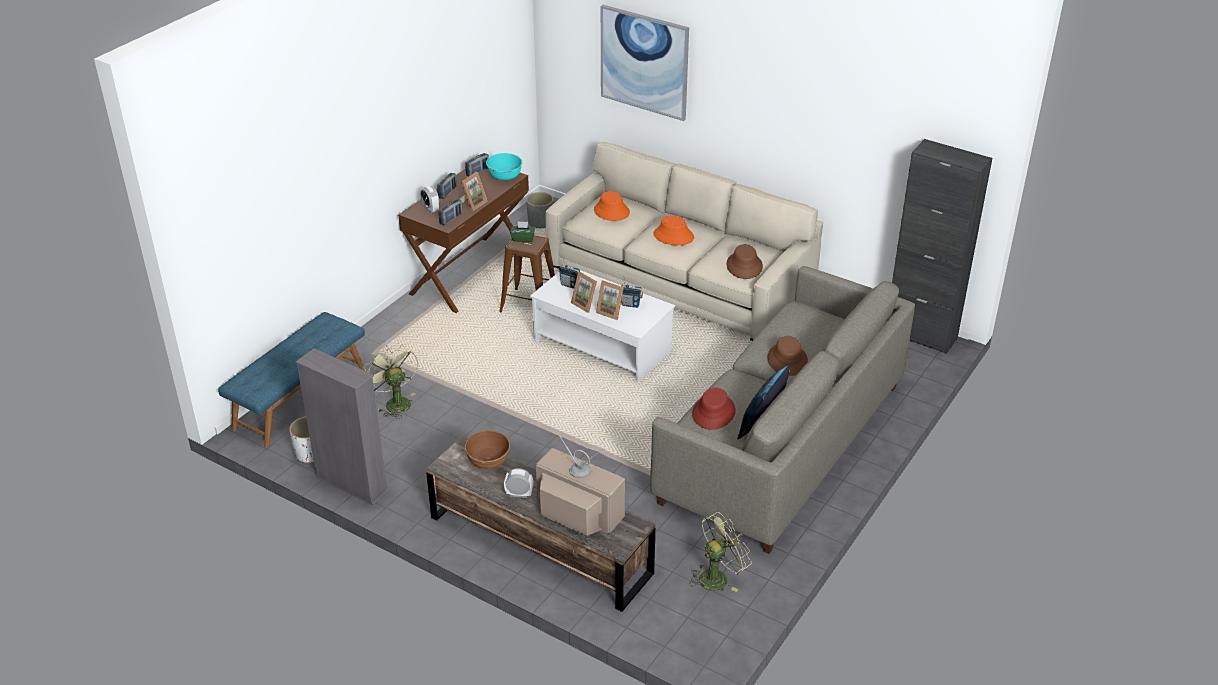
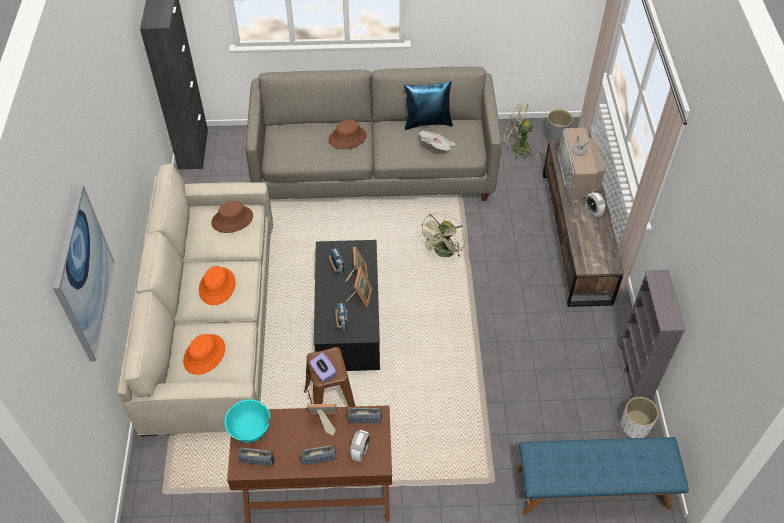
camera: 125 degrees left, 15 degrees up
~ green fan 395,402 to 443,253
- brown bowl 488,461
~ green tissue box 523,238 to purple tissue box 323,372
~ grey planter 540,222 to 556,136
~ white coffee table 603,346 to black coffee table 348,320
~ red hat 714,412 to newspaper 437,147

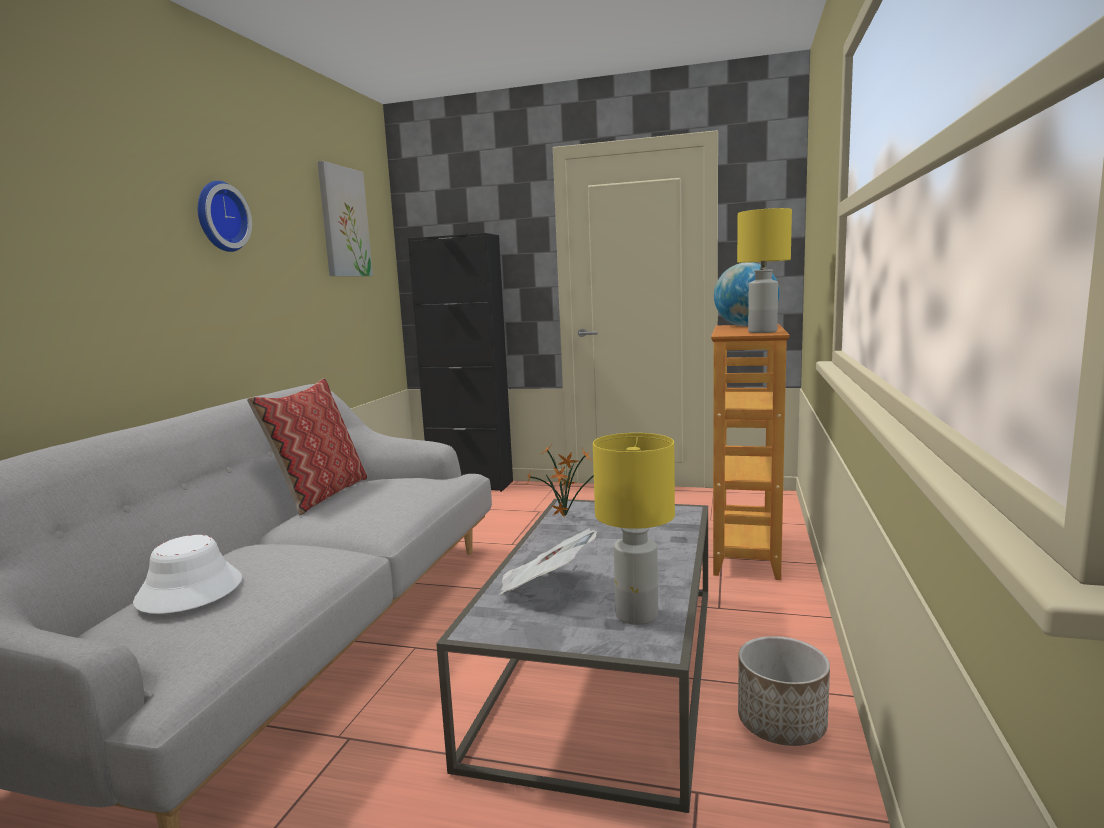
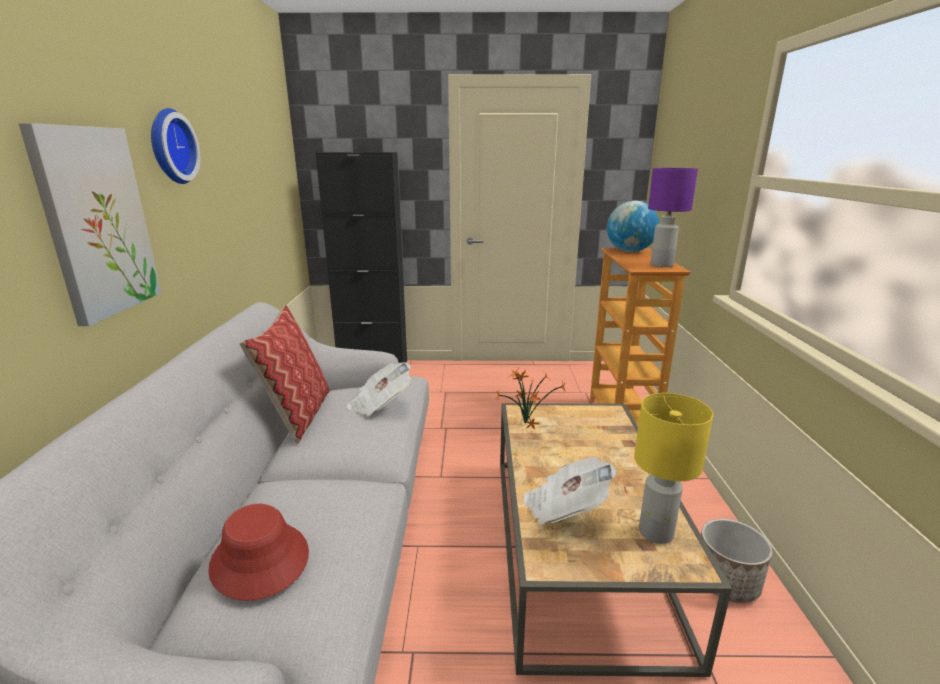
camera: 15 degrees left, 10 degrees up
~ white hat 189,591 to red hat 259,560
~ picture 344,222 to 96,222
~ grey coffee table 603,667 to brown coffee table 577,546
~ yellow table lamp 761,332 to purple table lamp 661,265
+ newspaper 380,404

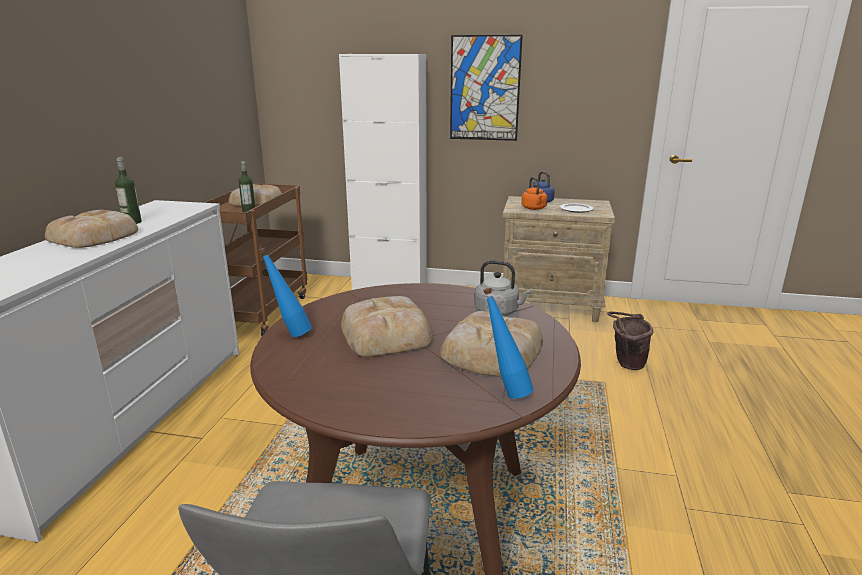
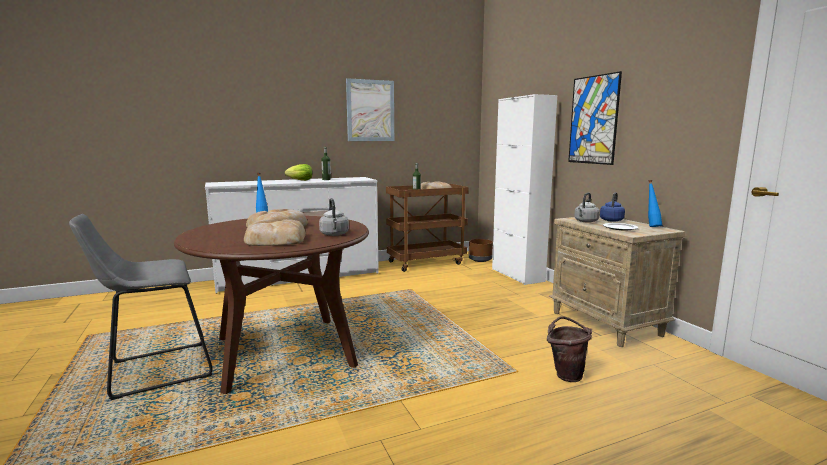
camera: 55 degrees right, 10 degrees down
~ bread 96,237 to lettuce 300,180
~ blue bottle 505,392 to 651,226
~ orange kettle 534,208 to grey kettle 585,221
+ picture 370,110
+ brown planter 480,260

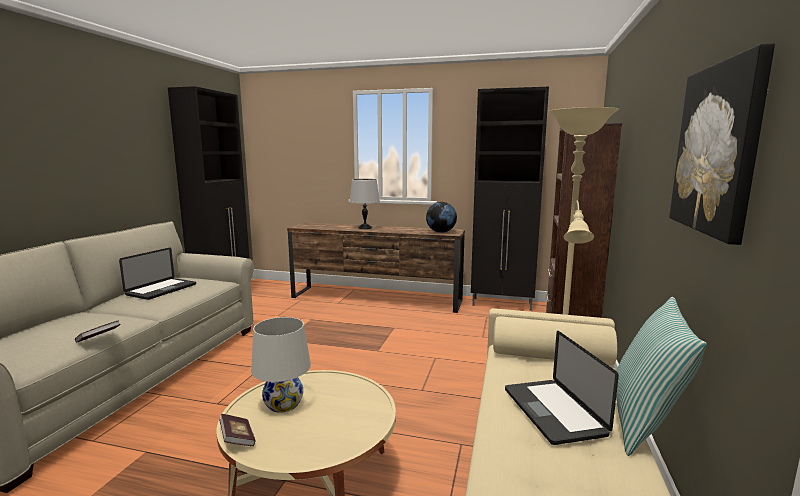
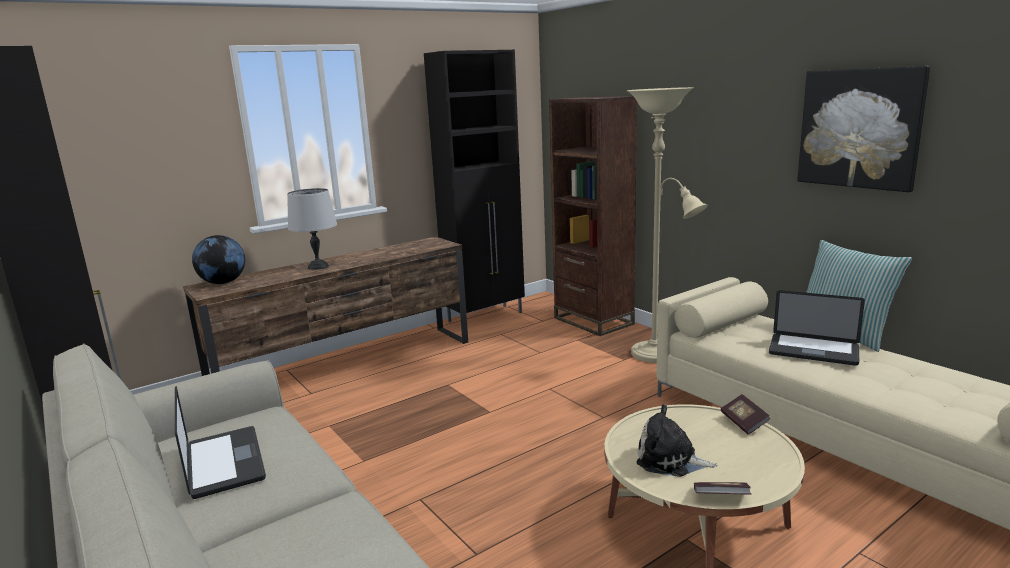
camera: 50 degrees left, 5 degrees up
~ book 99,338 to 744,422
~ white table lamp 283,404 to plush toy 670,460
~ globe 441,232 to 223,283

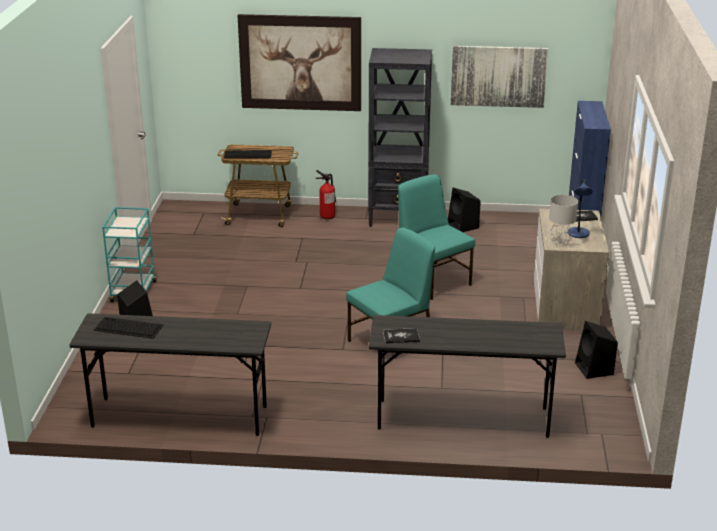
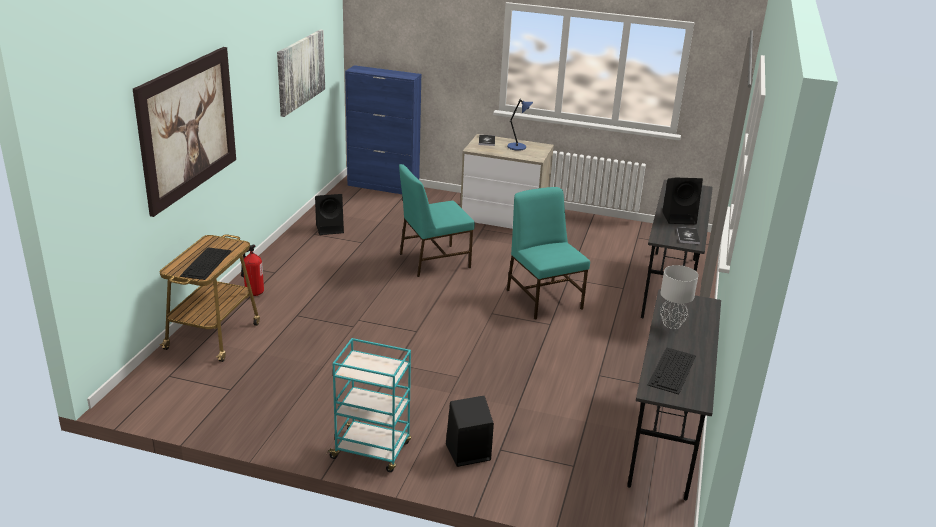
camera: 80 degrees left, 0 degrees up
- black bookcase 398,218
~ grey table lamp 559,243 to 672,324
~ black speaker 594,369 to 680,218

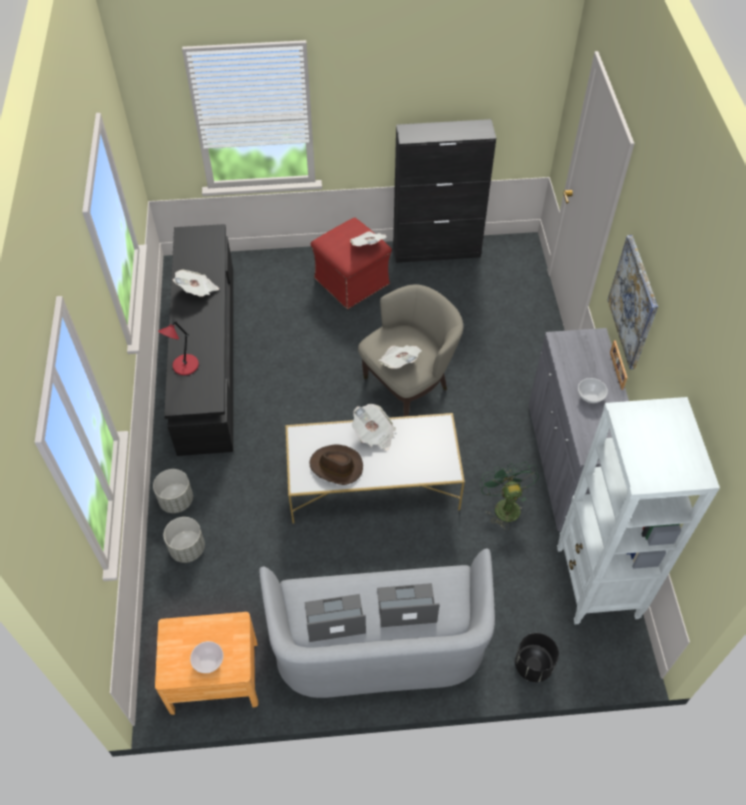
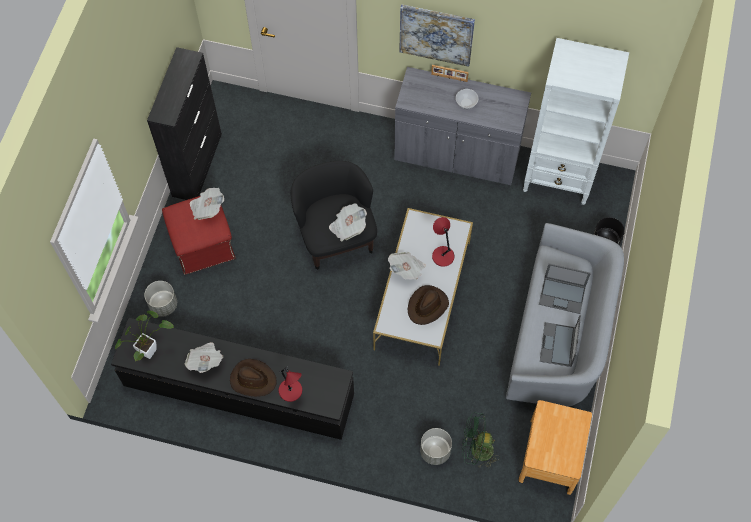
camera: 70 degrees left, 10 degrees up
~ grey planter 176,501 to 163,305
- bowl 209,661
~ beige armchair 409,383 to black armchair 336,237
~ laptop 405,606 = 562,295 90 degrees counterclockwise
~ green fan 504,505 to 476,450
+ potted plant 151,349
+ brown hat 253,379
+ red table lamp 442,255

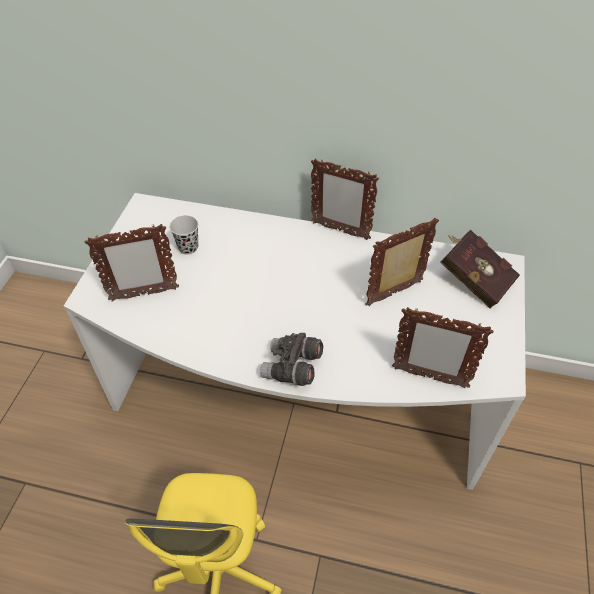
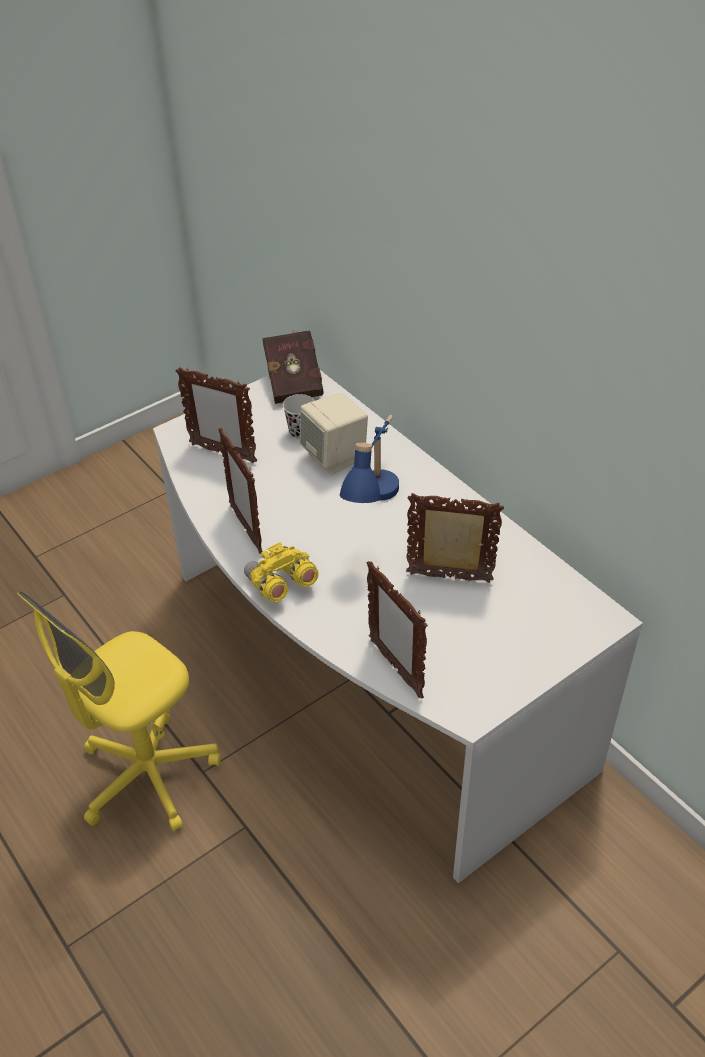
camera: 40 degrees right, 5 degrees down
~ grey binoculars 292,368 to yellow binoculars 280,585
~ picture frame 340,230 to 246,529
~ red book 473,279 to 294,380
+ beige speaker 335,457
+ blue table lamp 375,507

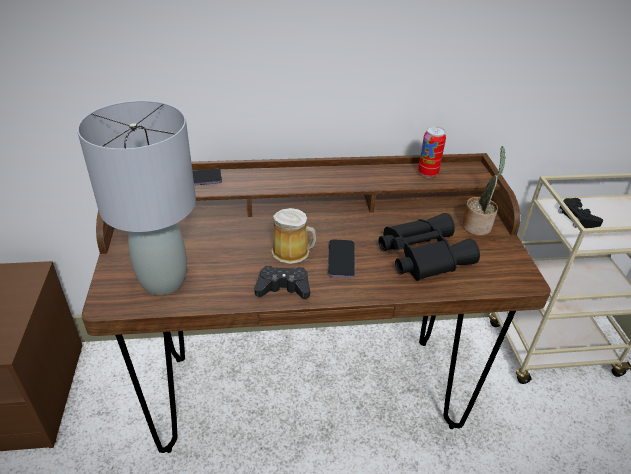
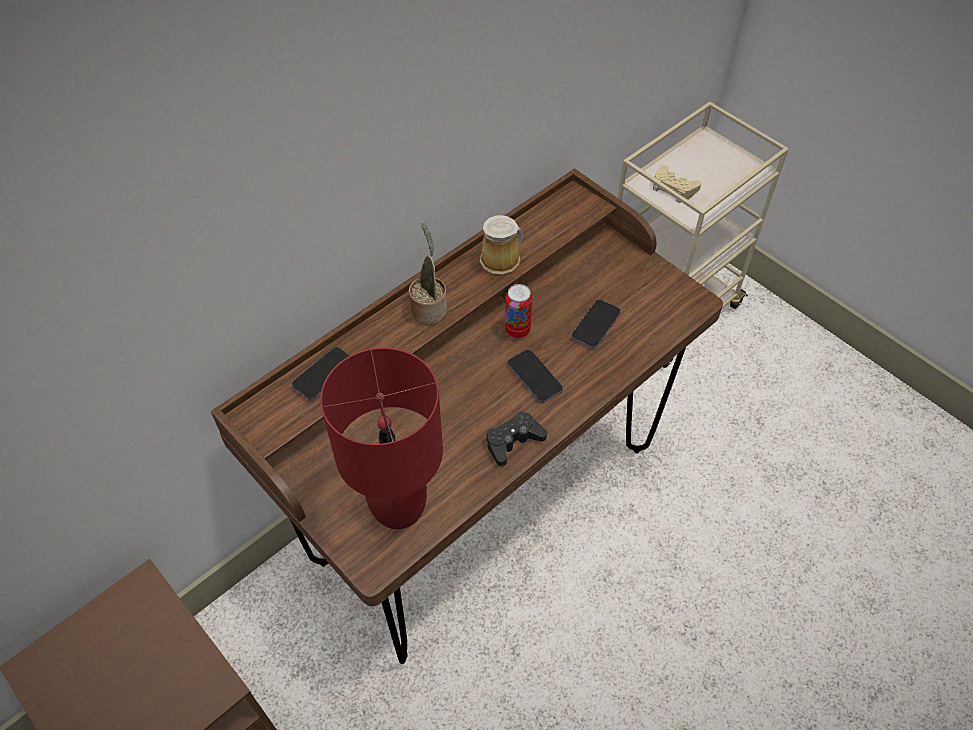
camera: 35 degrees left, 15 degrees up
~ grey table lamp 163,281 to red table lamp 399,508
~ mug 293,252 to 502,259
~ black binoculars 421,254 to phone 596,325
~ can 427,173 to 517,330
~ potted plant 477,225 to 429,308
~ black game controller 577,217 to beige game controller 673,188

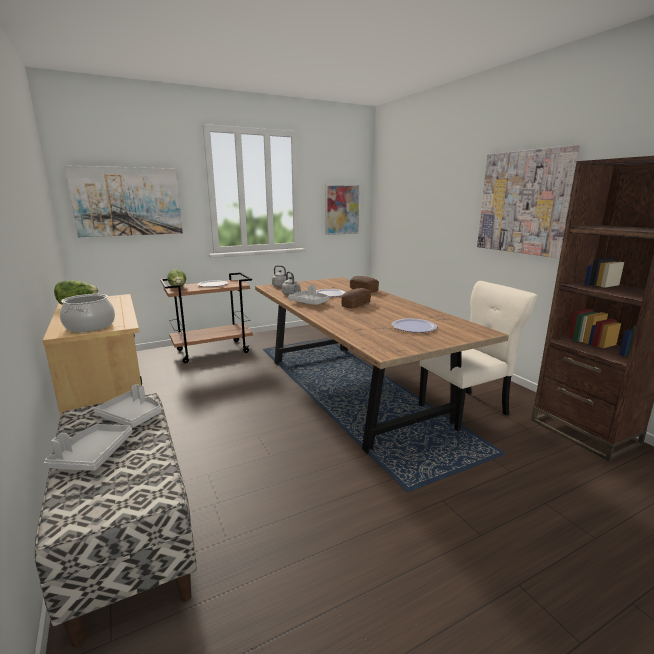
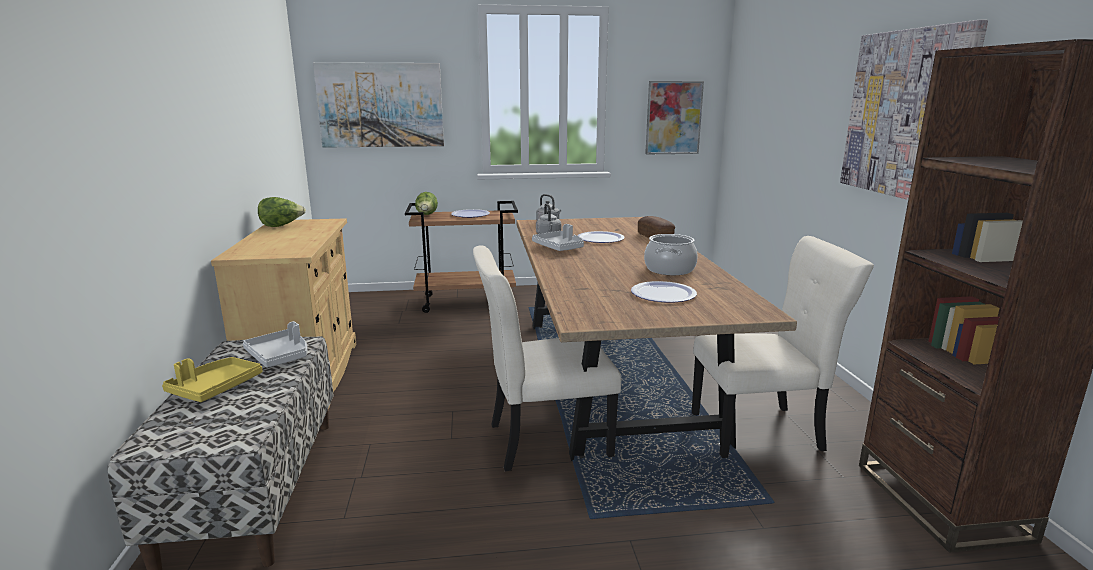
camera: 20 degrees right, 0 degrees up
~ grey tray 92,455 to yellow tray 215,388
~ cooking pot 90,326 to 670,269
- bread 356,305
+ beige chair 543,440

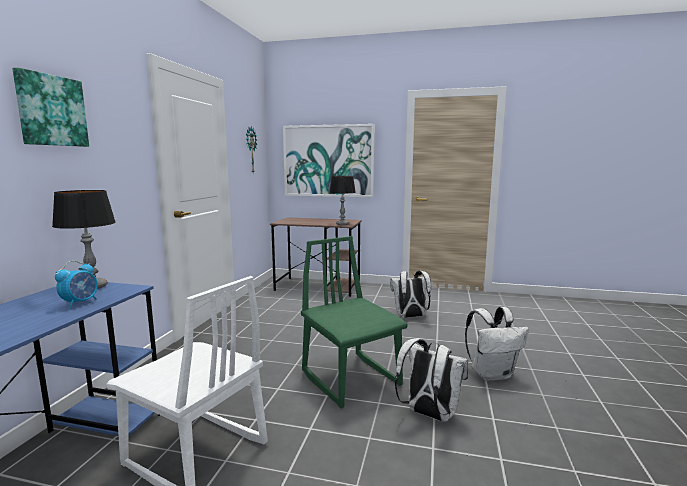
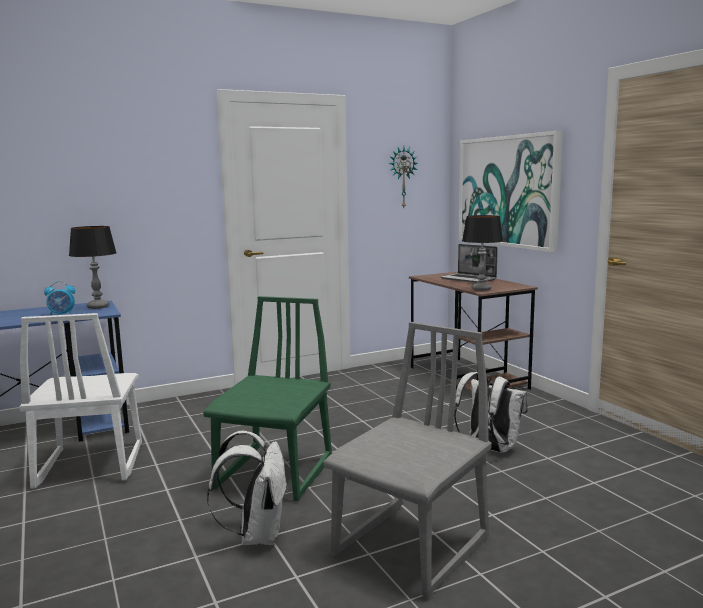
camera: 50 degrees right, 0 degrees up
- picture 51,111
~ white backpack 492,374 to grey chair 412,547
+ laptop 469,279

